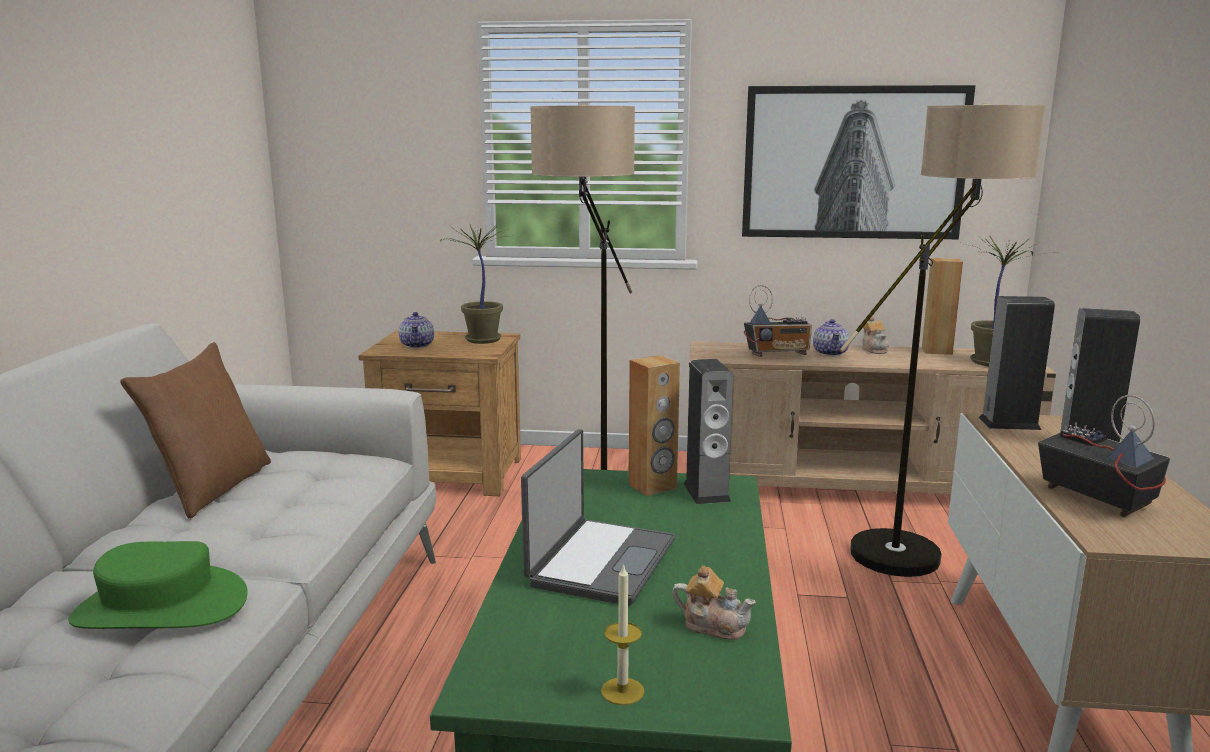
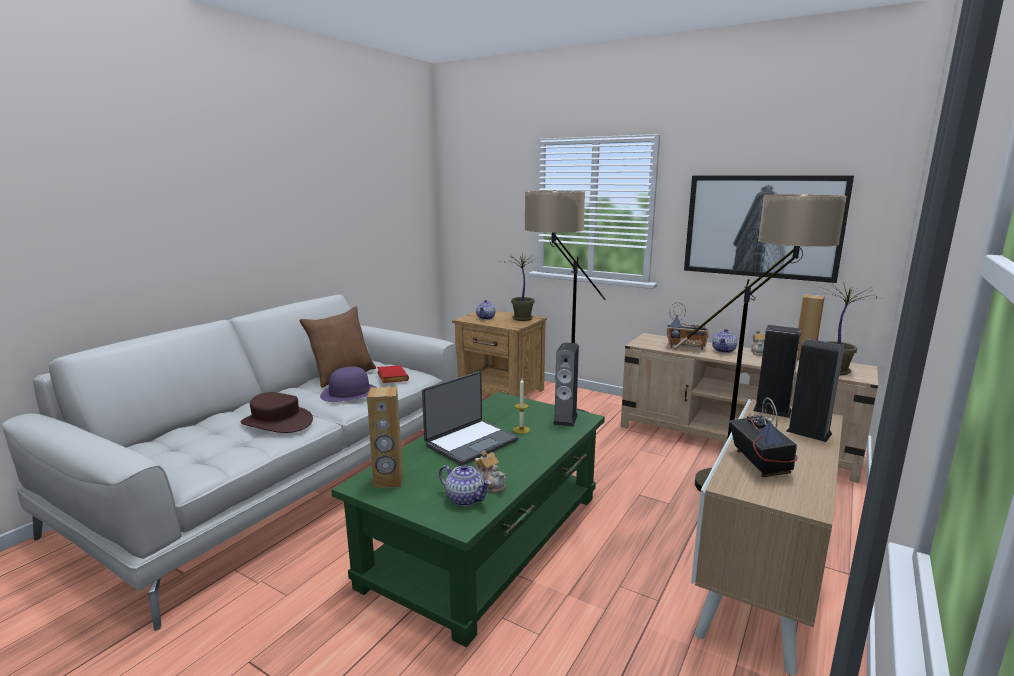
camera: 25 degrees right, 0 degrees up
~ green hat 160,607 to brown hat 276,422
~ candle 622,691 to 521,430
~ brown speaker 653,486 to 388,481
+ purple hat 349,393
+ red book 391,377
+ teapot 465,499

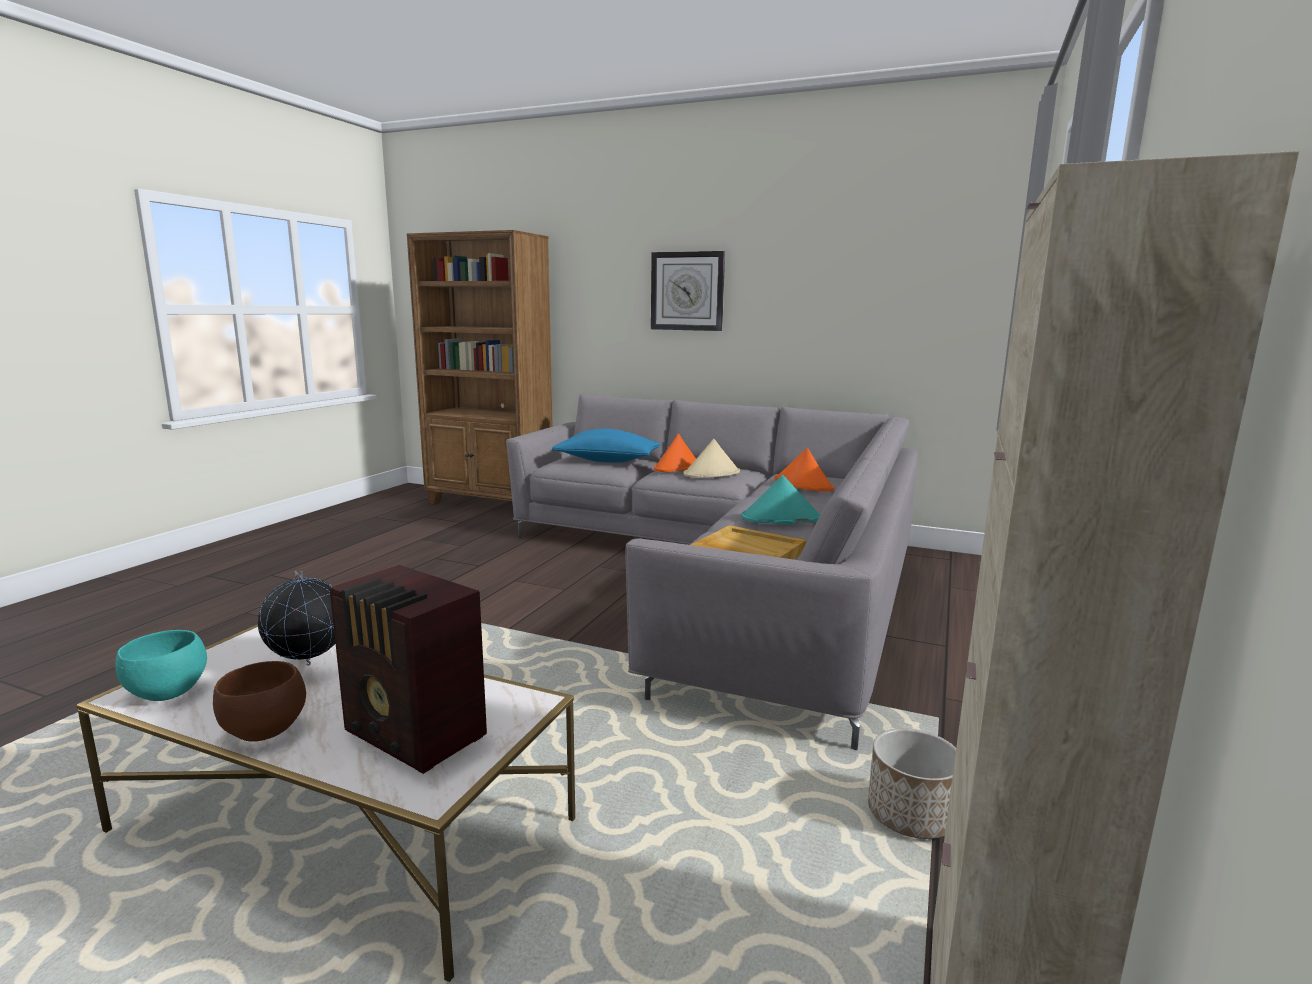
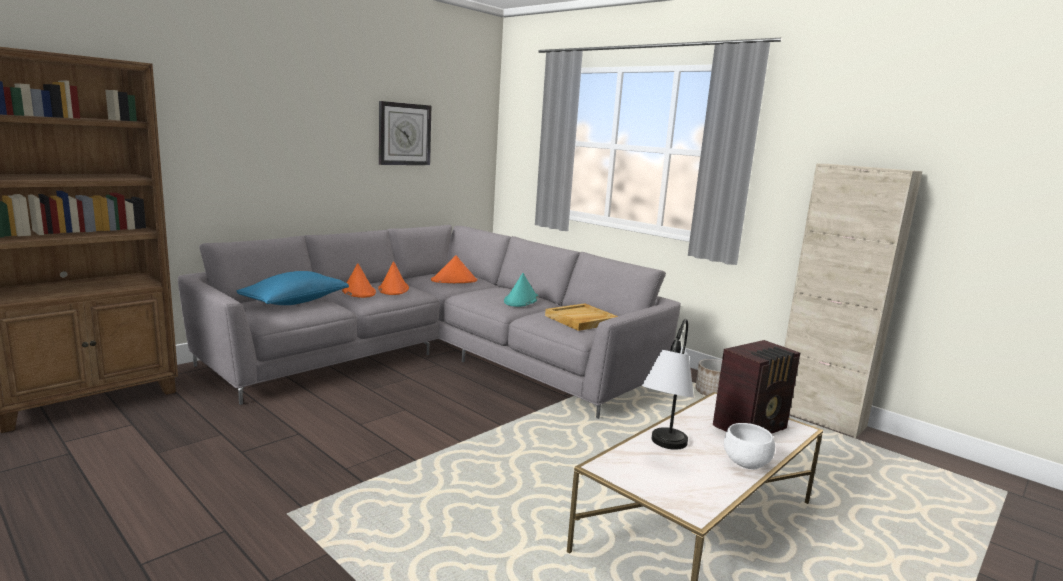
camera: 70 degrees left, 0 degrees up
- turquoise bowl 167,693
~ brown bowl 263,732 to white bowl 747,464
~ globe 309,665 to table lamp 662,451
~ wall clock 687,291 to 404,134
~ beige hat 712,473 to orange hat 393,289

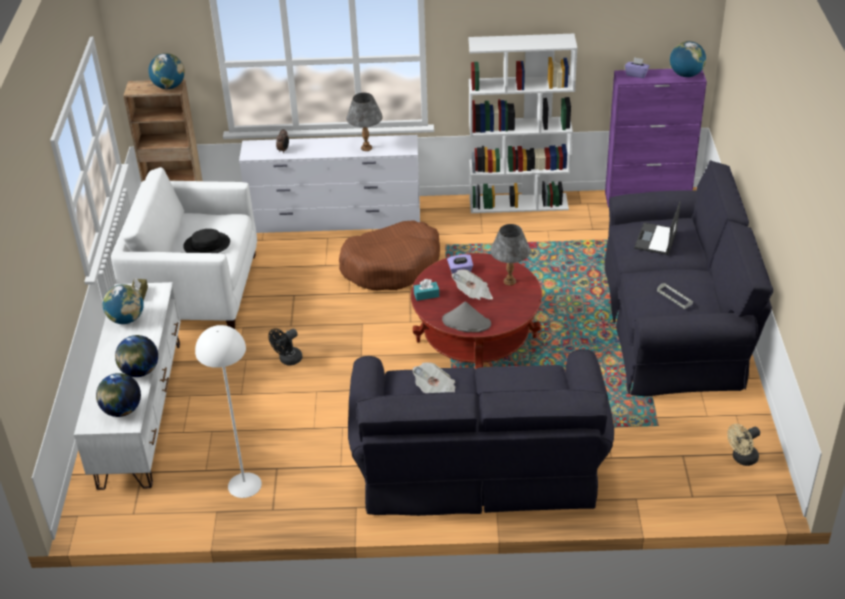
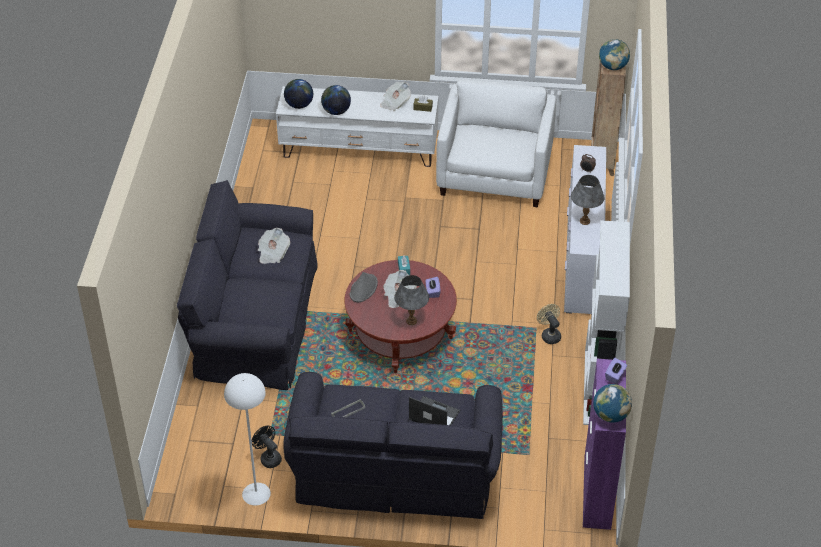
camera: 95 degrees right, 5 degrees up
~ globe 126,319 to newspaper 395,103
- black hat 207,245
~ white floor lamp 244,485 to 256,494
~ black fan 288,360 to 268,458
- brown dog bed 392,266
~ beige fan 741,459 to 549,335

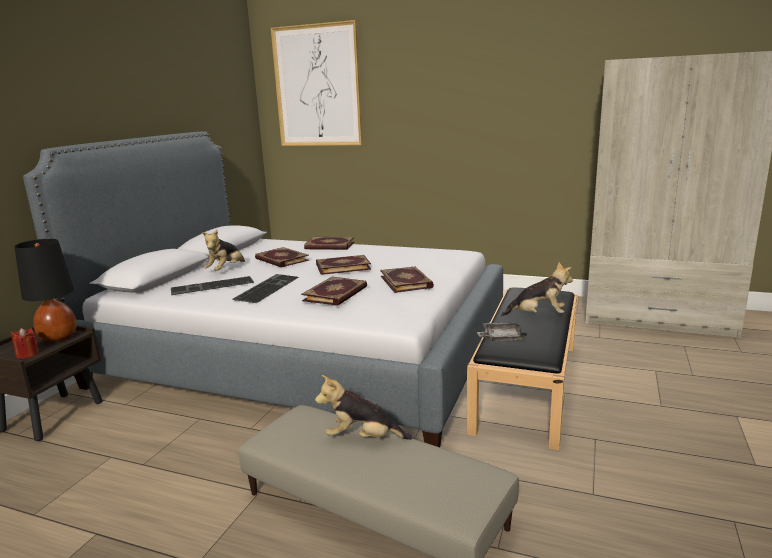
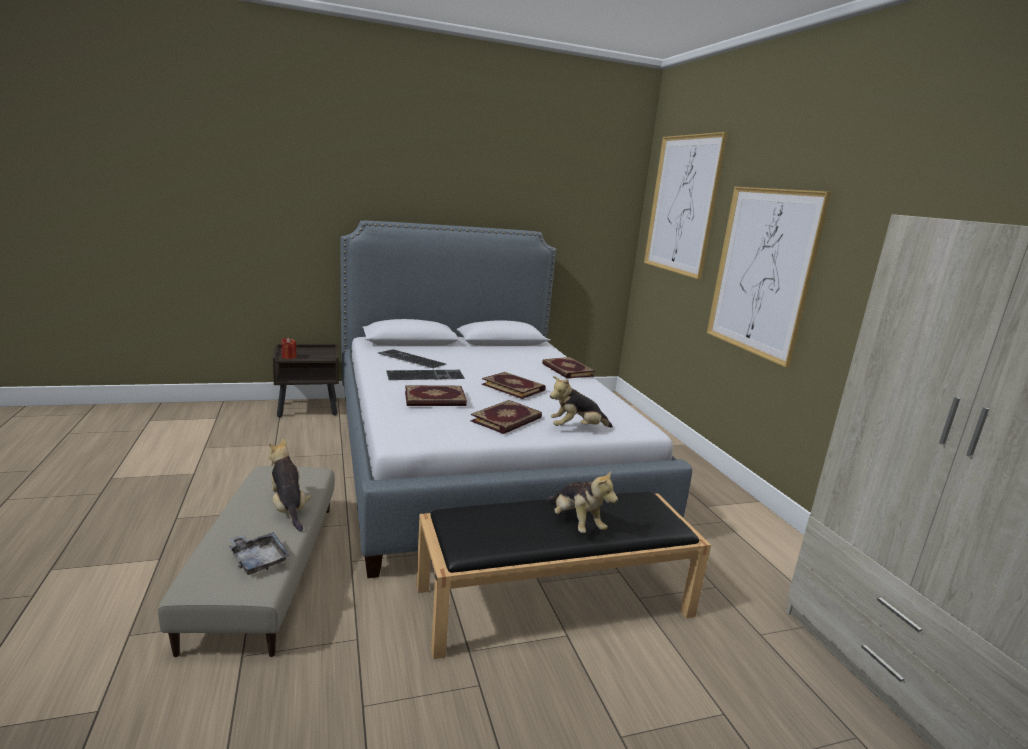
camera: 50 degrees right, 0 degrees up
- black table lamp 59,338
~ plush toy 226,270 to 576,429
- book 281,260
~ grey tray 501,338 to 258,559
+ picture 762,272

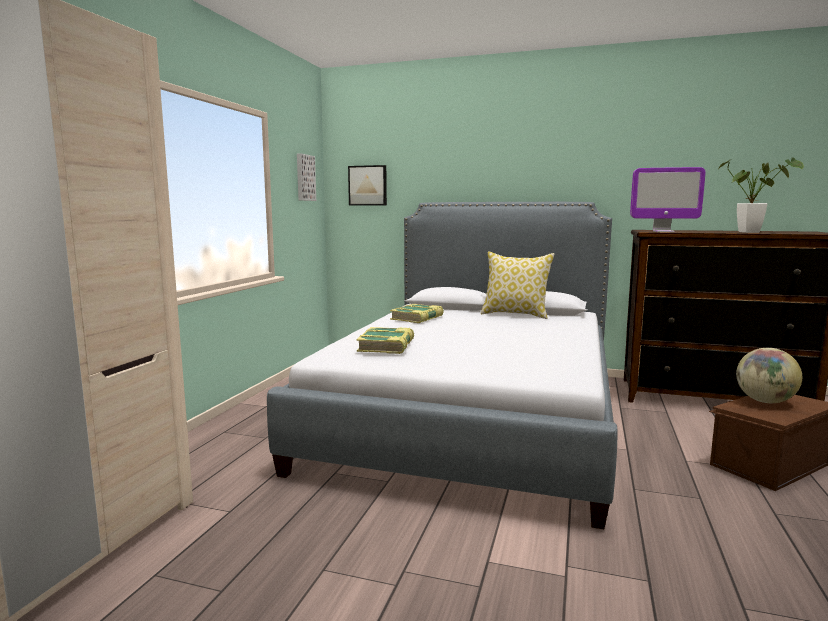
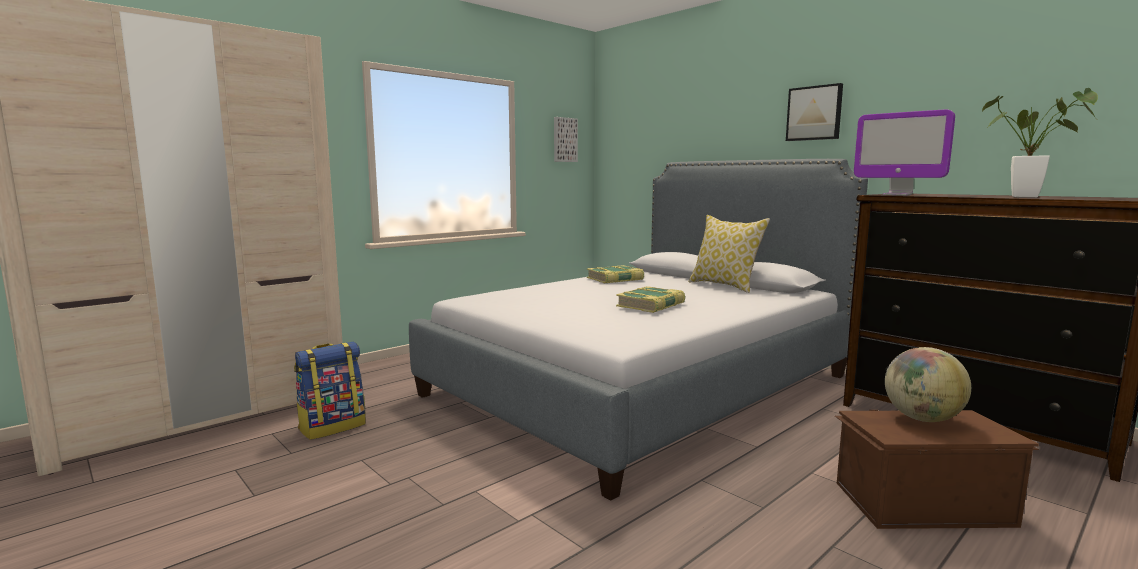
camera: 30 degrees right, 0 degrees up
~ picture 368,185 to 814,113
~ book 387,346 to 651,305
+ backpack 333,427

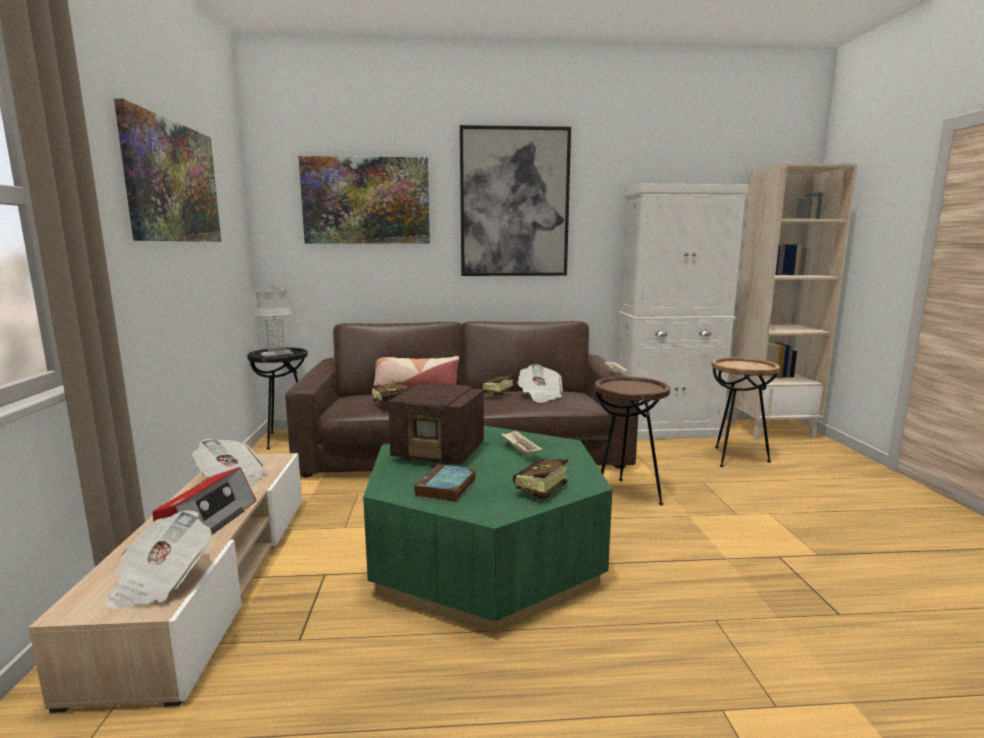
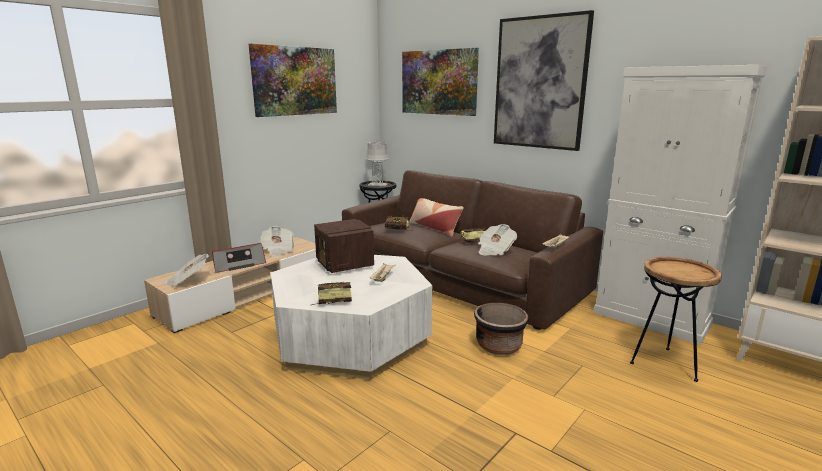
camera: 45 degrees right, 5 degrees up
~ green coffee table 486,556 to white coffee table 351,338
- book 446,488
~ brown side table 625,495 to black planter 498,346

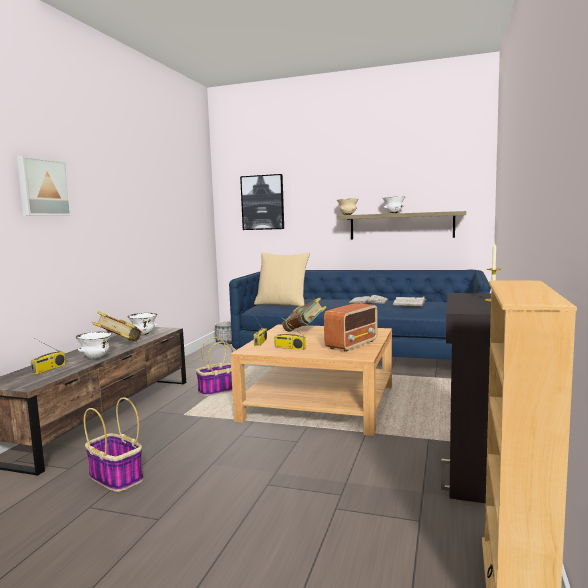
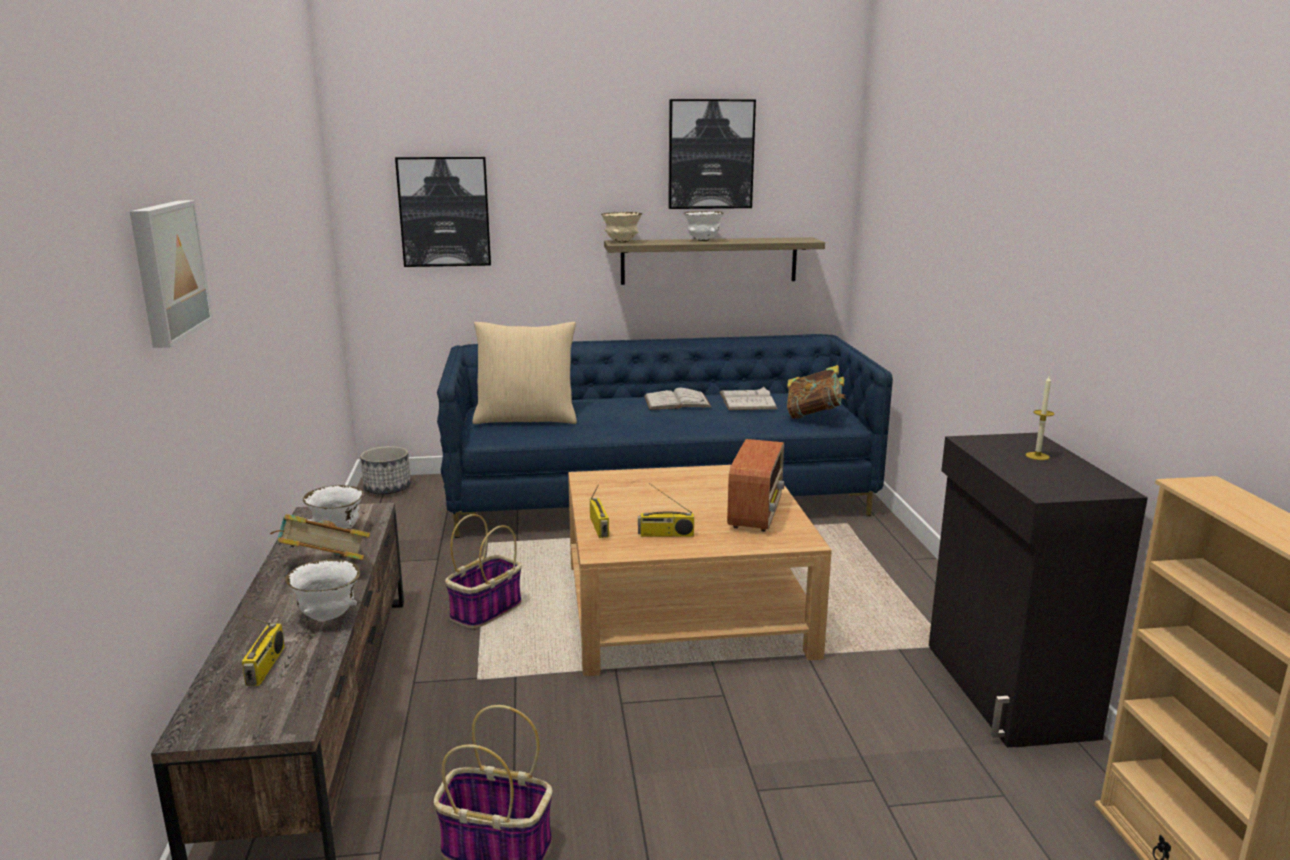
camera: 25 degrees left, 10 degrees up
~ book 304,331 to 814,415
+ picture 710,154

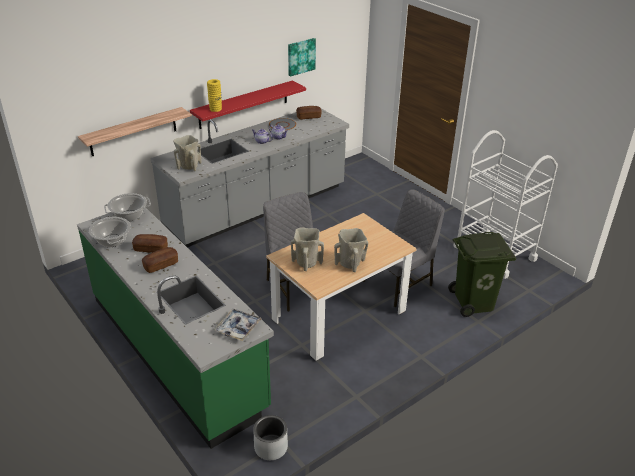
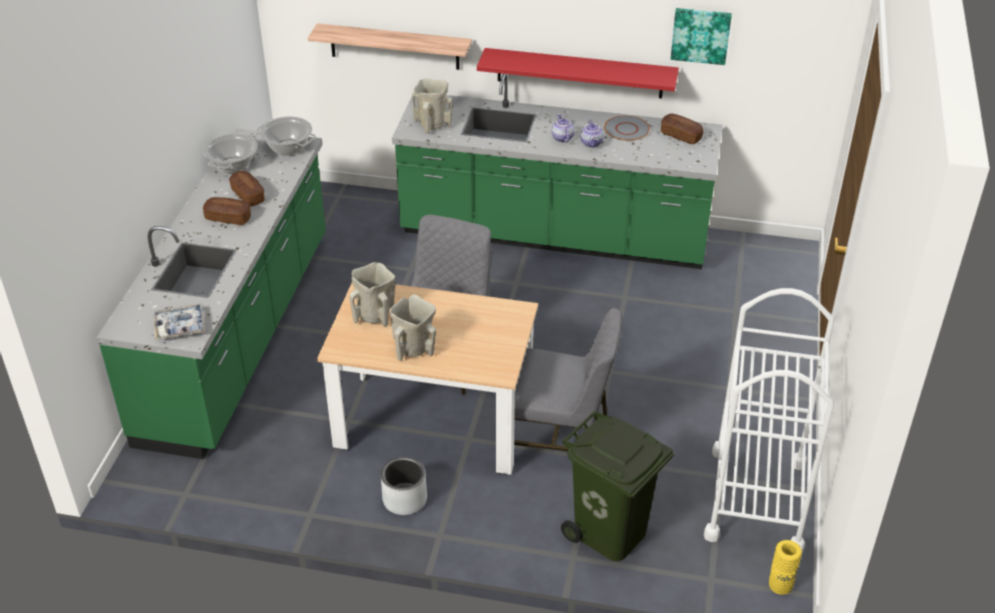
camera: 50 degrees right, 5 degrees up
~ grey counter 257,209 to green counter 554,236
~ yellow vase 215,109 to 780,585
~ grey planter 271,447 to 405,499

